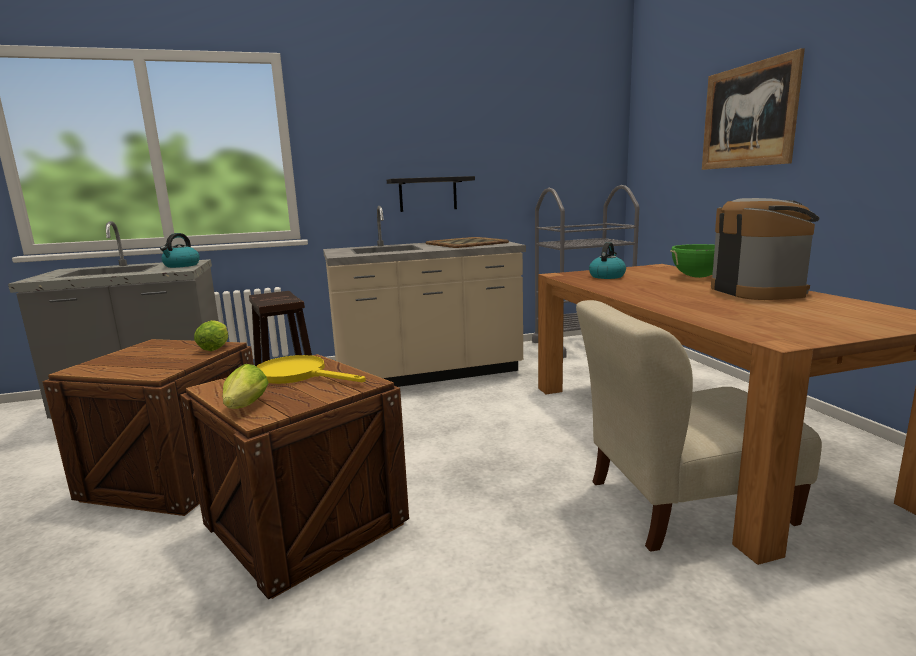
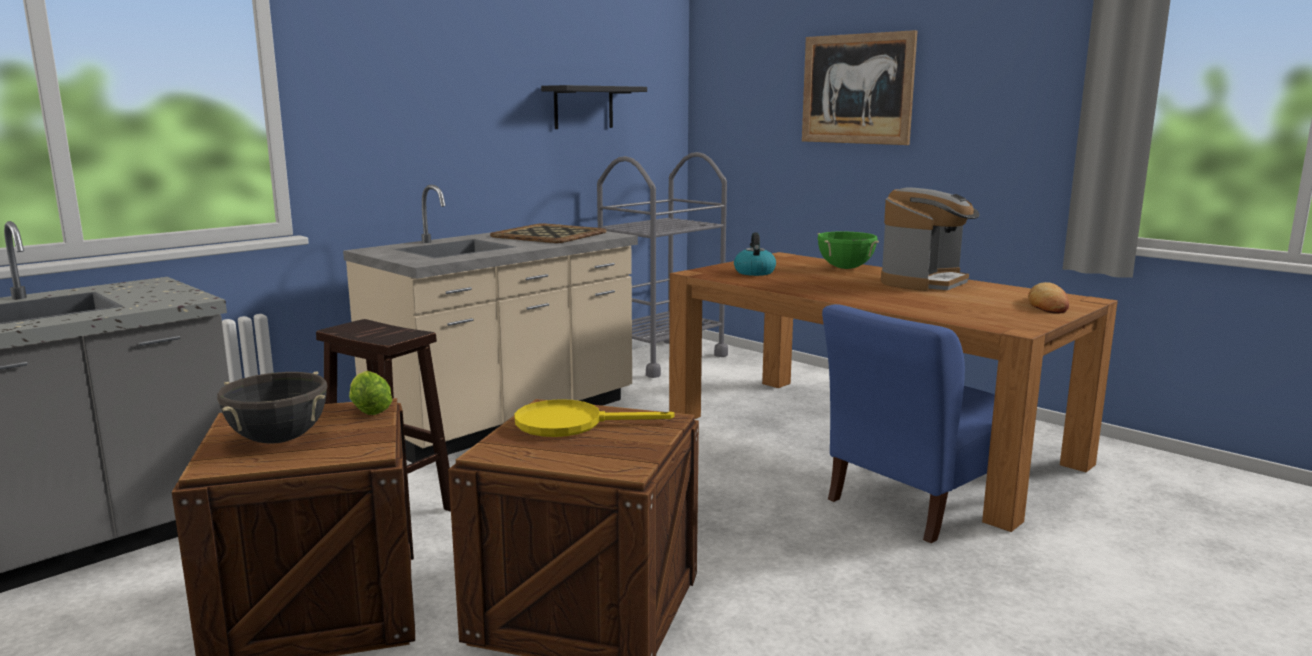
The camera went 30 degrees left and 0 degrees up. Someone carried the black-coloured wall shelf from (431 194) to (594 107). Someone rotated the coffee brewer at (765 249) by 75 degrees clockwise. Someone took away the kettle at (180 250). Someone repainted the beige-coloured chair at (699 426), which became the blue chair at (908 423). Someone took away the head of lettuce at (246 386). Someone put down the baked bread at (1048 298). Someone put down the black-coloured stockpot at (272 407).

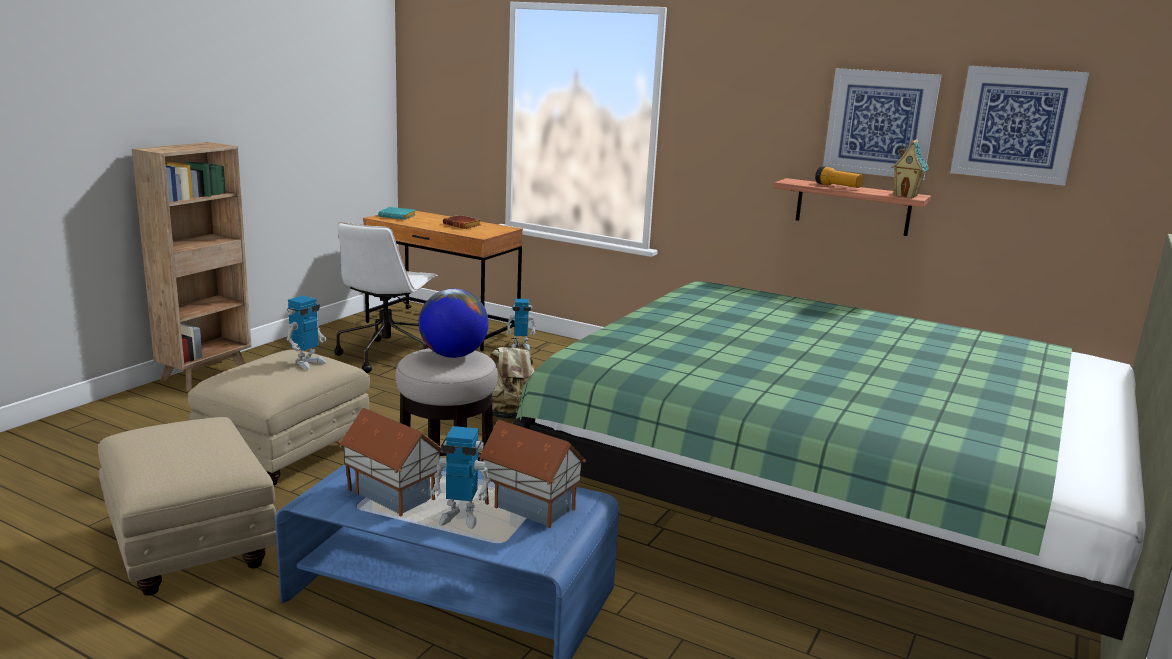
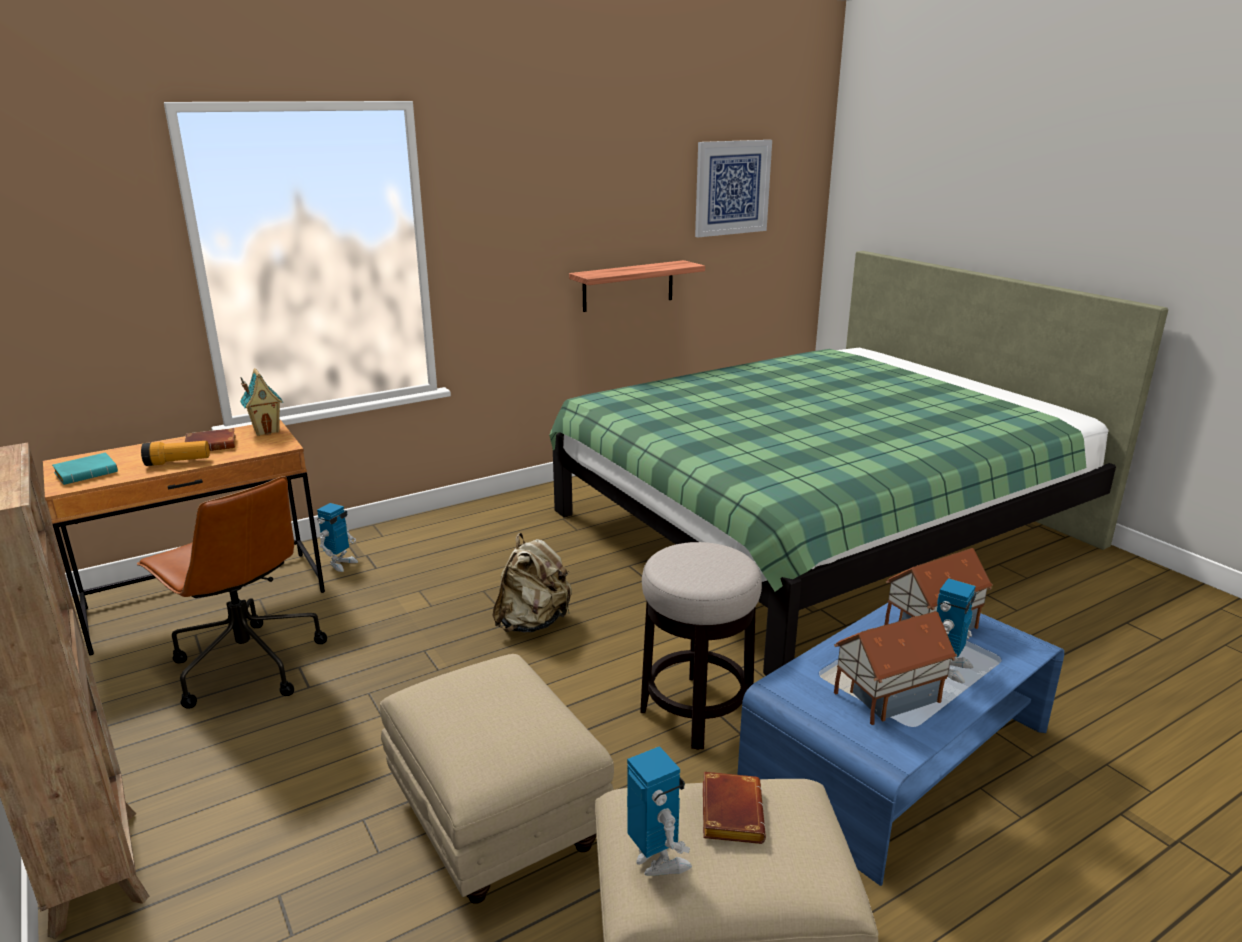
The camera went 60 degrees left and 5 degrees up. Someone took away the wall picture at (882 124). Someone carried the miniature house from (910 168) to (262 402). Someone carried the flashlight from (839 177) to (175 453). Someone repainted the white desk chair at (386 297), which became the brownish desk chair at (232 592). Someone took away the world globe at (453 323). Someone carried the robot figure from (306 333) to (659 811). Someone put down the brownish volume at (734 808).

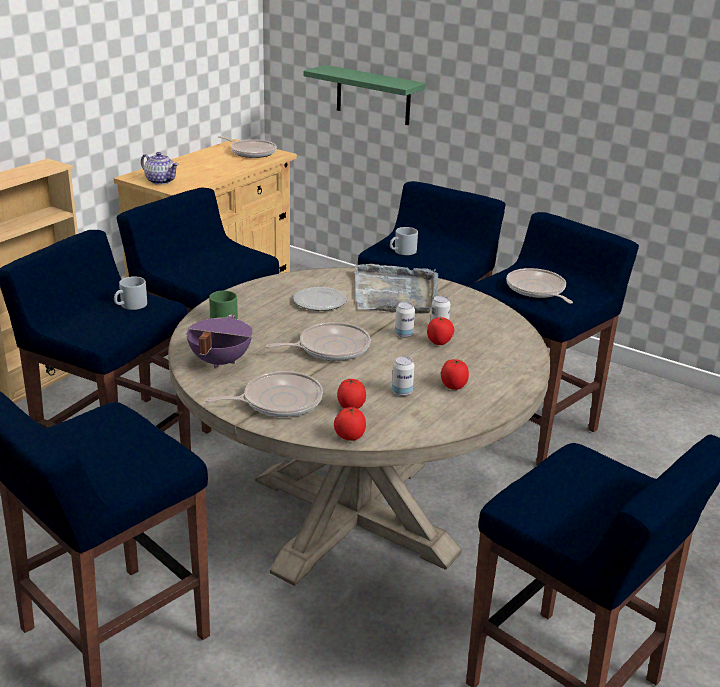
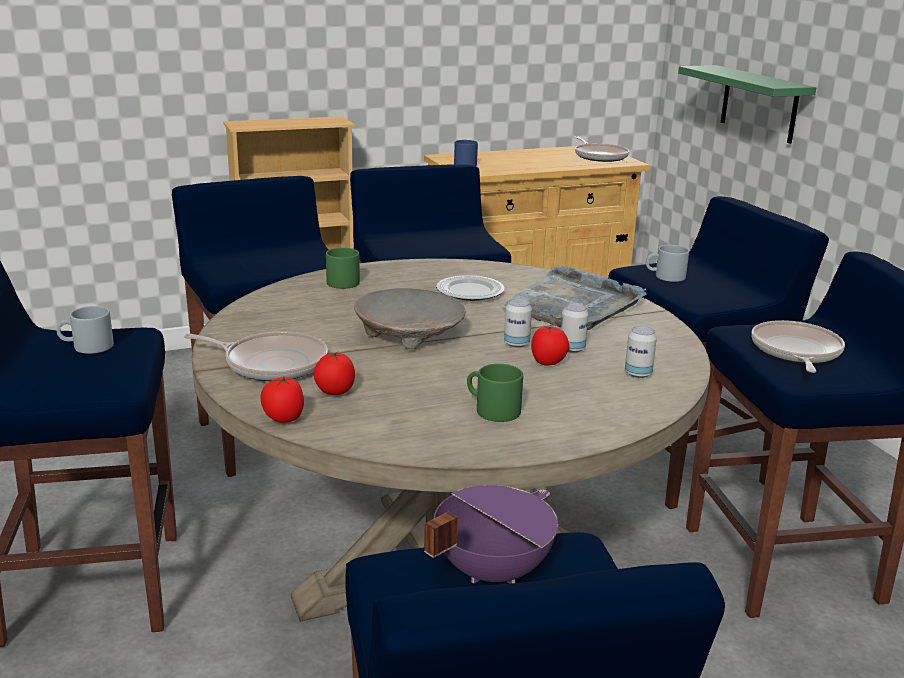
The camera went 35 degrees right and 5 degrees down. Someone swapped the teapot at (160 168) for the blue coffee mug at (466 153). Someone carried the greyish coffee mug from (130 293) to (85 330). Someone carried the purple stockpot from (220 342) to (491 534). Someone swapped the pan at (318 341) for the beige-coloured serving bowl at (410 318). Someone carried the metal can from (403 376) to (641 352). Someone swapped the fresh tomato at (455 374) for the green coffee mug at (495 393).

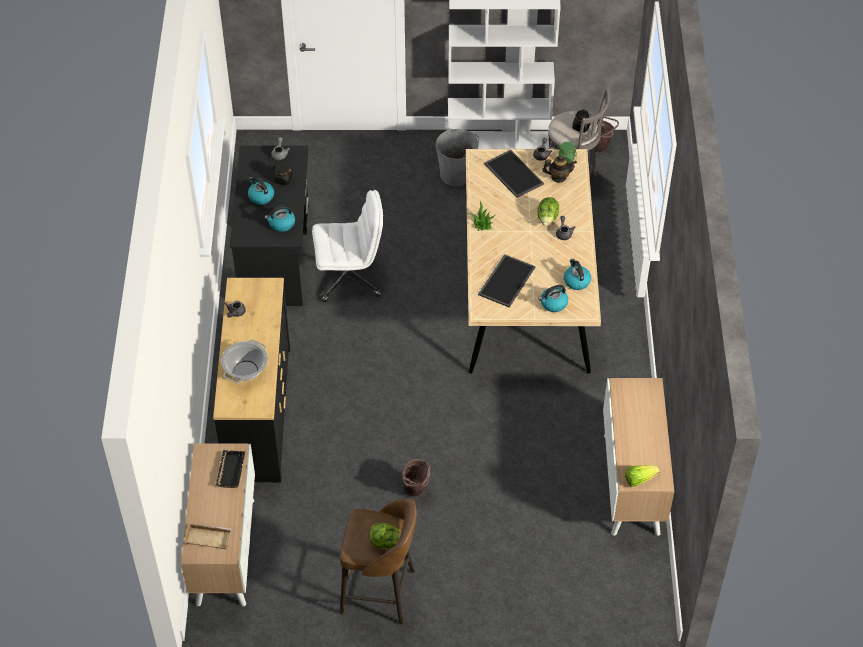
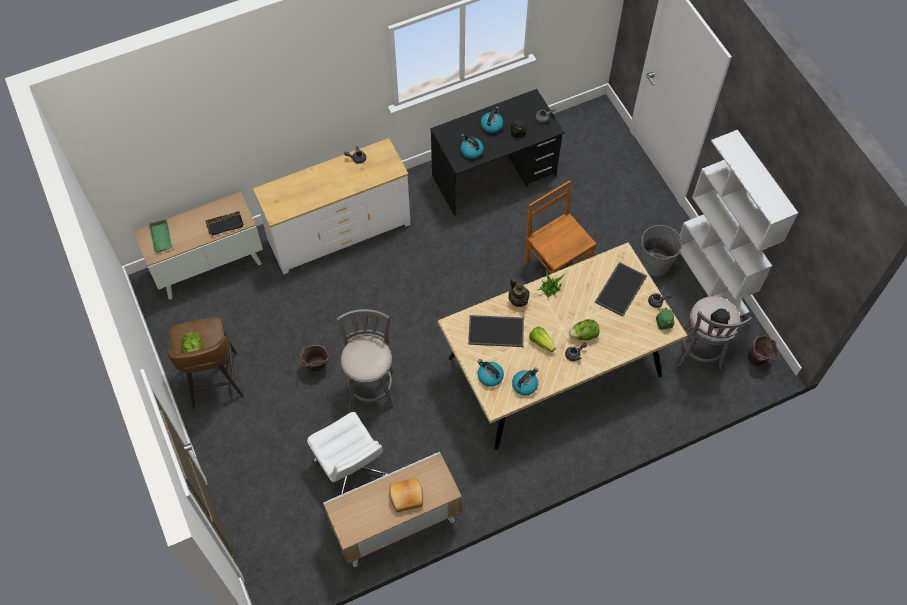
The camera went 65 degrees right and 10 degrees up. Someone carried the teapot from (559 169) to (519 292). Someone carried the white desk chair from (347 246) to (347 453). Someone repainted the black-coloured drawer chest at (251 380), which became the white drawer chest at (332 206). Someone took away the stockpot at (244 361). Someone carried the head of lettuce from (642 476) to (542 339). Someone repainted the beige-coloured tray at (208 536), which became the green tray at (160 236). Someone put down the brownish chair at (560 227). Someone put down the greyish stool at (365 359). Someone put down the baked bread at (406 495).

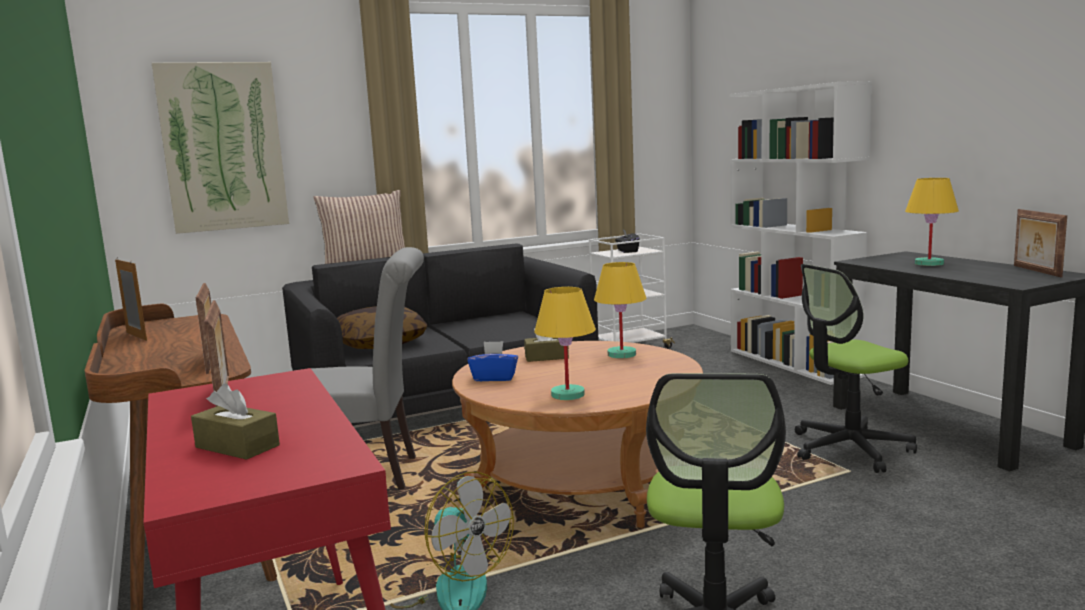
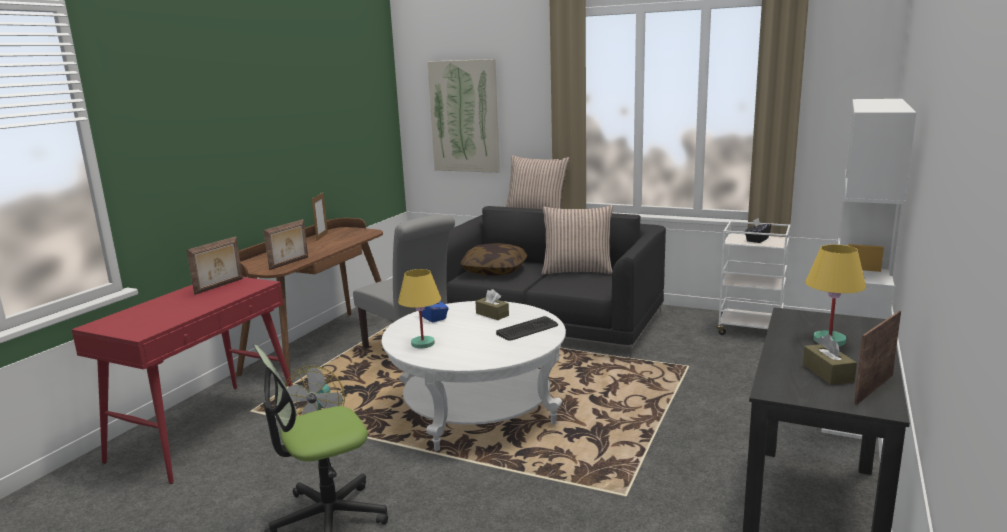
The camera went 50 degrees right and 5 degrees up. Someone swapped the yellowish lamp for a table at (620 310) for the PC keyboard at (527 328). Someone took away the desk chair at (856 368). Someone repainted the brownish lounge table at (577 434), which became the white lounge table at (474 376). Someone carried the brownish tissue box from (235 421) to (830 359). Someone put down the throw pillow at (577 240).

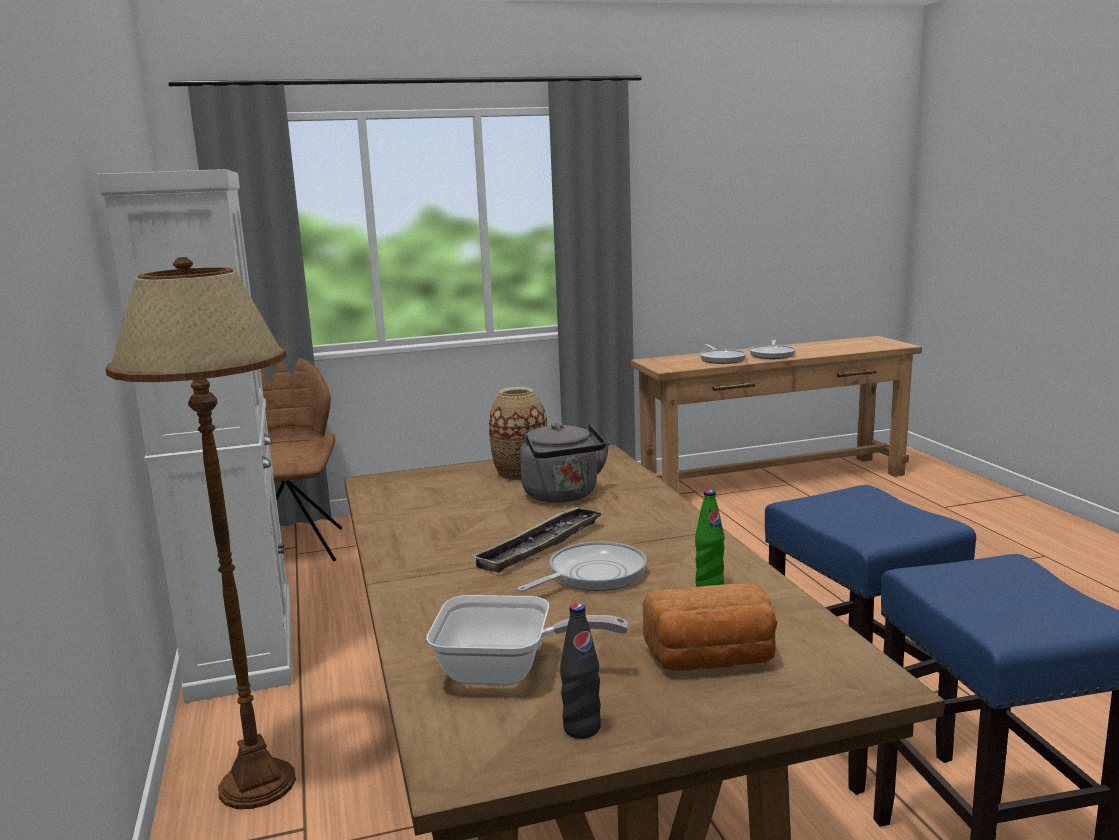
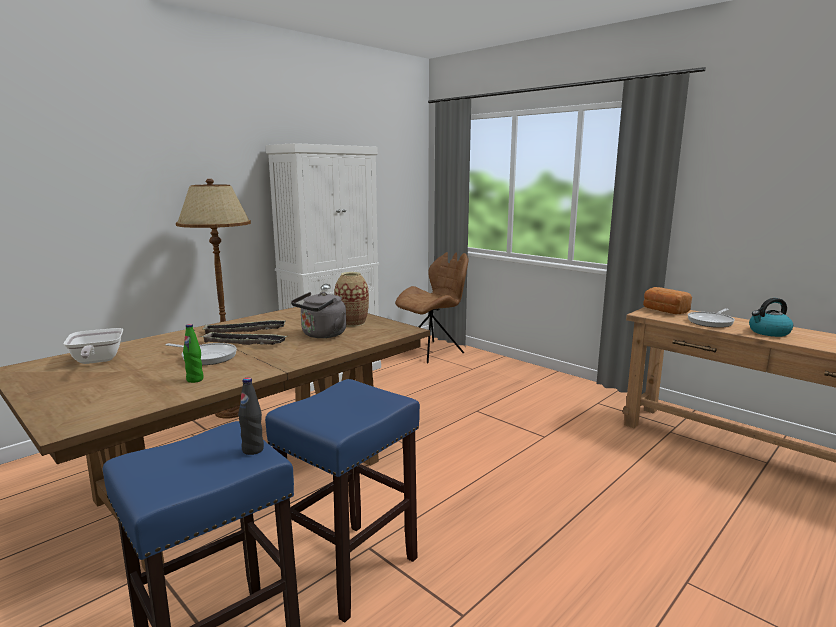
The camera went 60 degrees right and 0 degrees up. Someone swapped the pan at (772 349) for the kettle at (771 317). Someone carried the baked bread from (710 626) to (667 300). Someone carried the black-coloured drink bottle from (580 671) to (251 416). Someone put down the tray at (244 327).

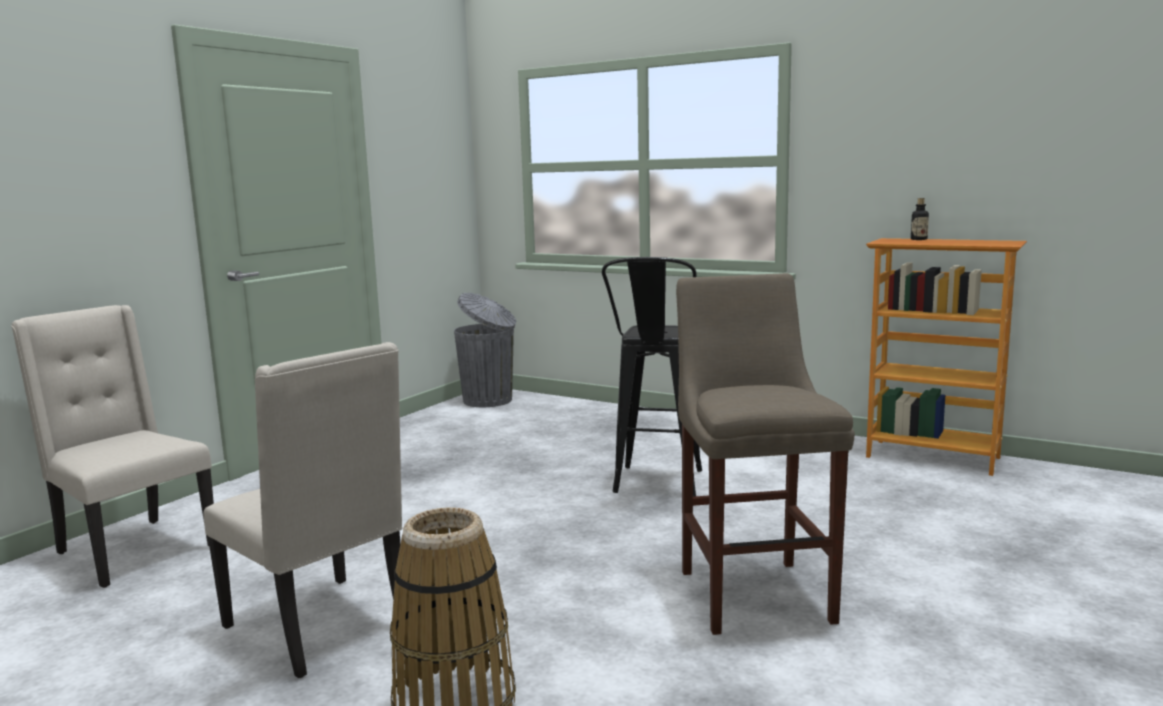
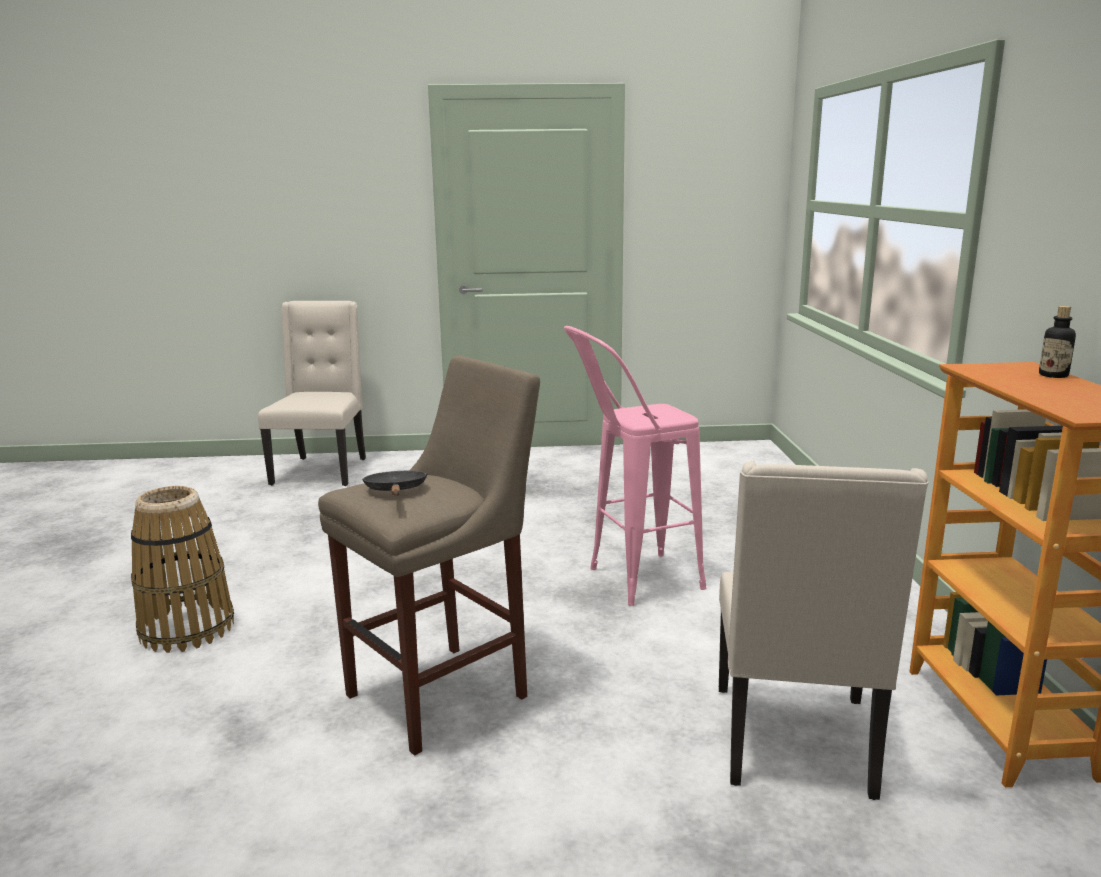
The camera went 55 degrees right and 5 degrees up. Someone repainted the black-coloured stool at (652 377), which became the pinkish stool at (635 466). Someone took away the greyish trash can at (485 350). Someone carried the beige-coloured chair from (302 510) to (824 631). Someone put down the black-coloured pan at (395 483).

